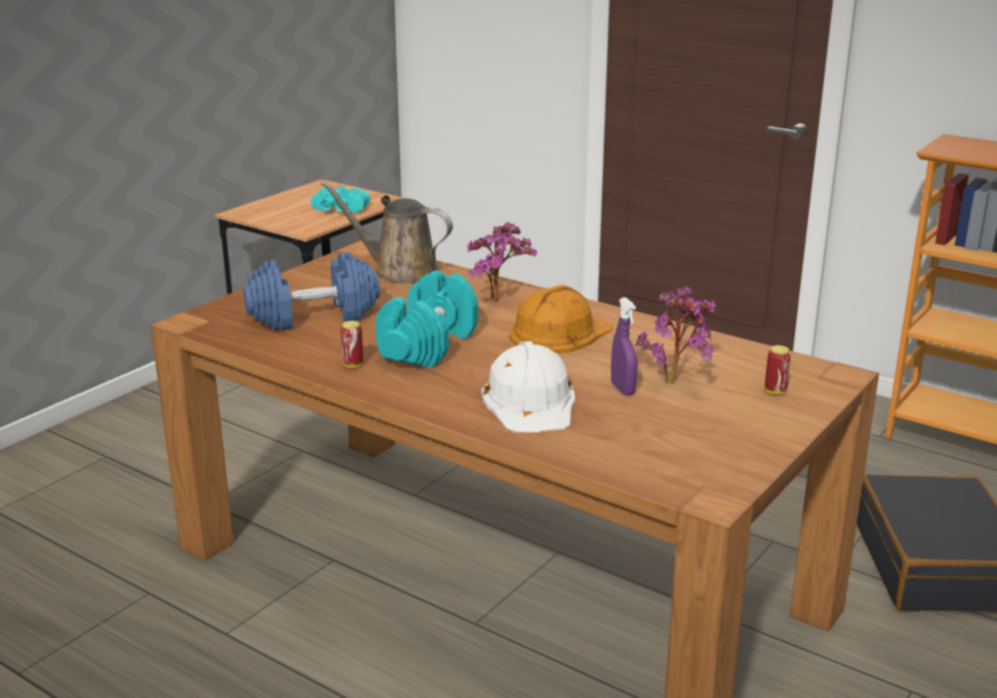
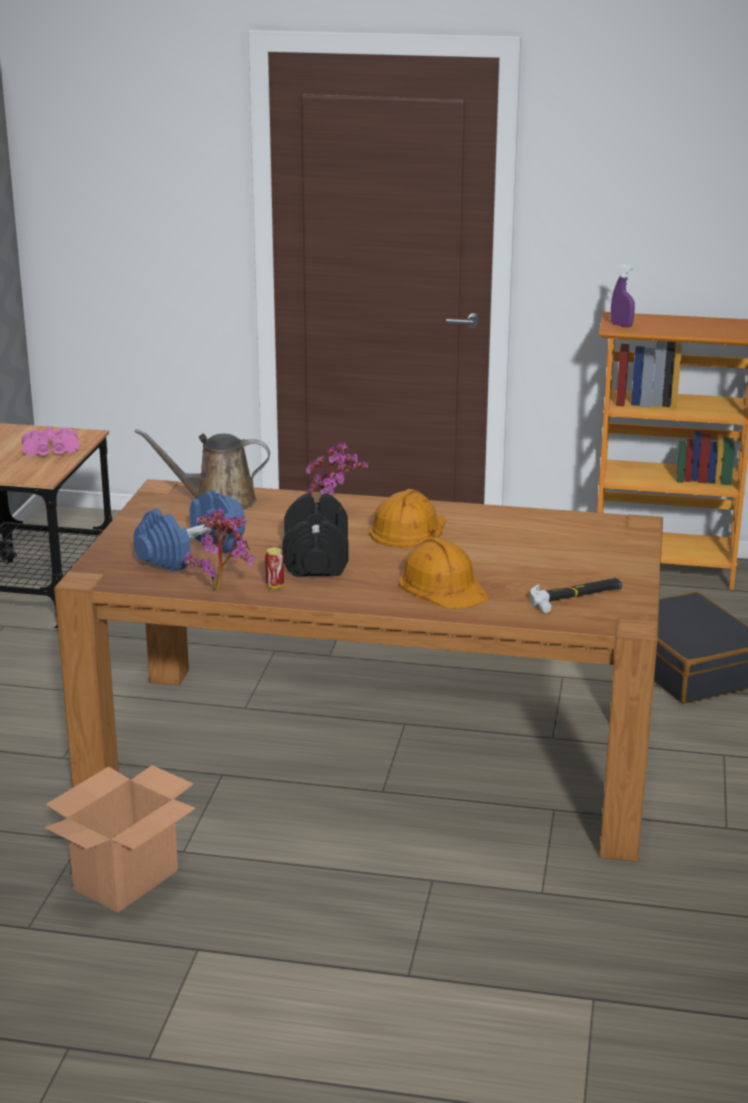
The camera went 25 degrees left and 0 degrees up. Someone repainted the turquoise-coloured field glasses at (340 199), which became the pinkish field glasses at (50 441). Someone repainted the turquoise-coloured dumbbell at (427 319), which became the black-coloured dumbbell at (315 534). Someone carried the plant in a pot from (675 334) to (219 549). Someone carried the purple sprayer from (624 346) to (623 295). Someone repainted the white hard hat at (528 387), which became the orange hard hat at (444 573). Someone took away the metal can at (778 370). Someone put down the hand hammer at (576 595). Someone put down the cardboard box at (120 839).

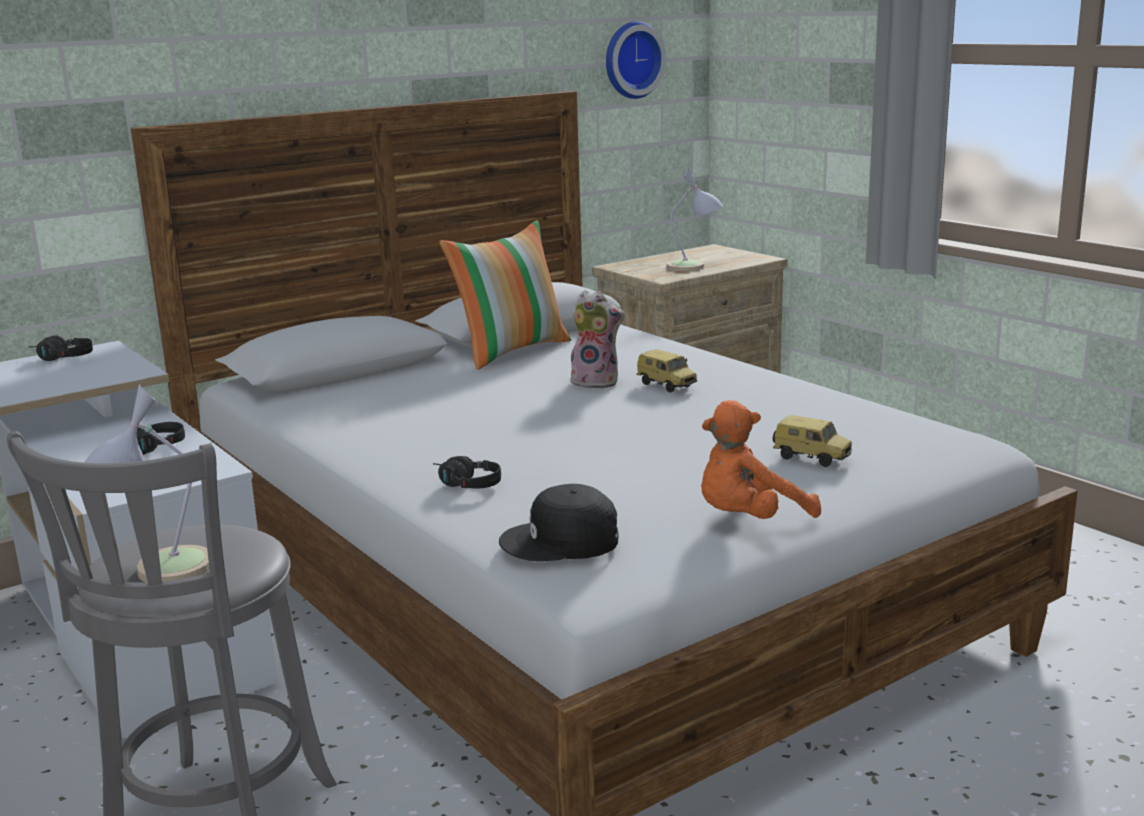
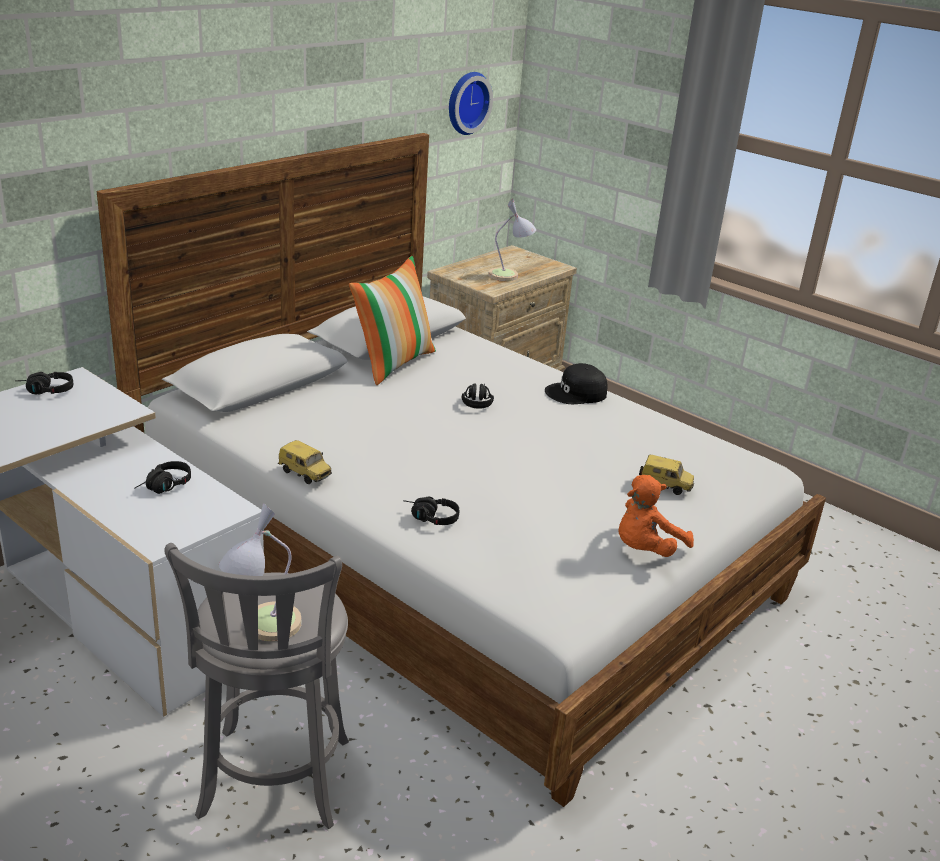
The camera went 15 degrees left and 10 degrees up. Someone swapped the soft toy at (597 339) for the black-coloured headphones at (478 396). Someone carried the model car from (666 371) to (305 462). Someone carried the black-coloured cap from (558 522) to (576 383).

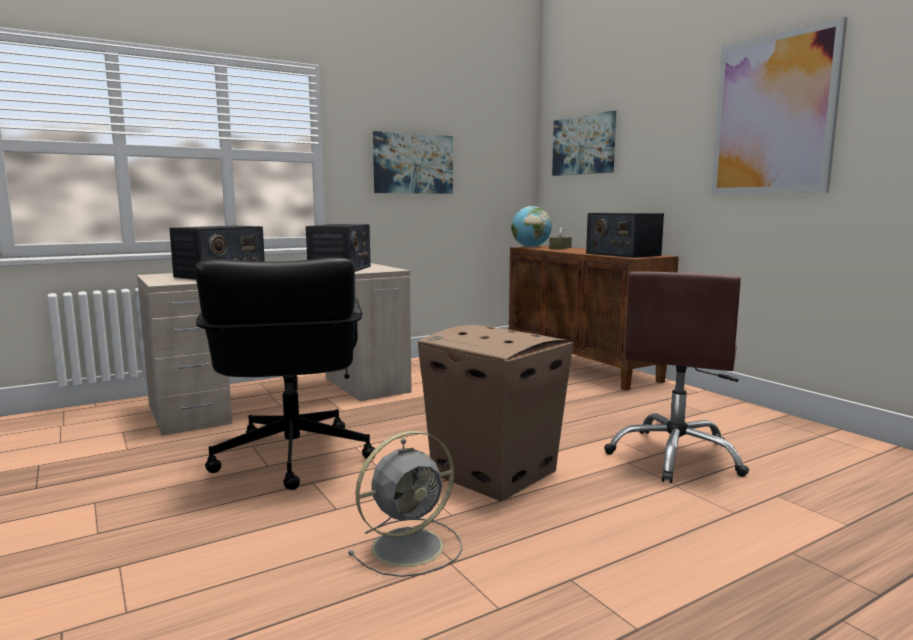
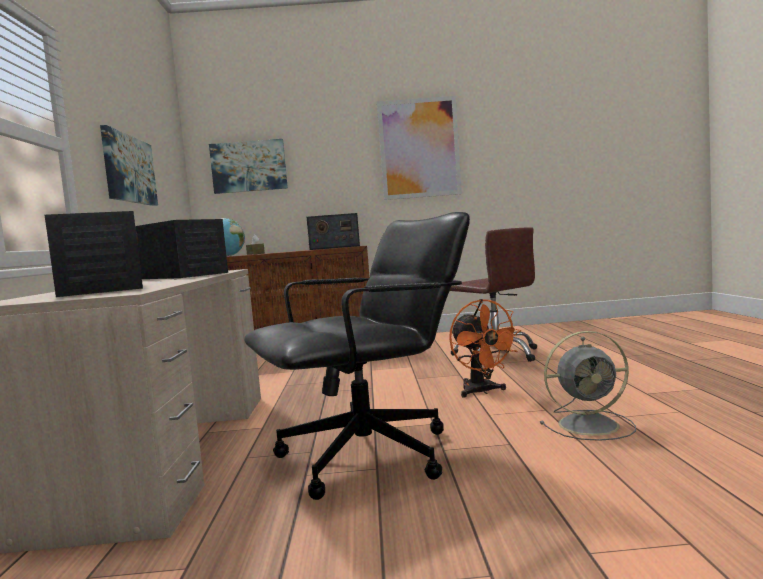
The camera went 60 degrees left and 5 degrees down. Someone rotated the black-coloured desk chair at (285 373) by 45 degrees counterclockwise. Someone swapped the cardboard box at (496 413) for the orange cooling fan at (485 348). Someone rotated the greyish cooling fan at (405 504) by 90 degrees clockwise.

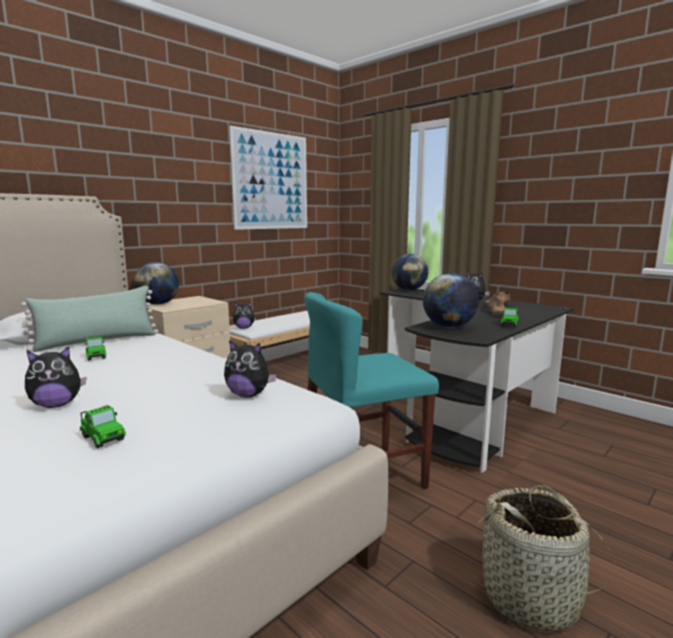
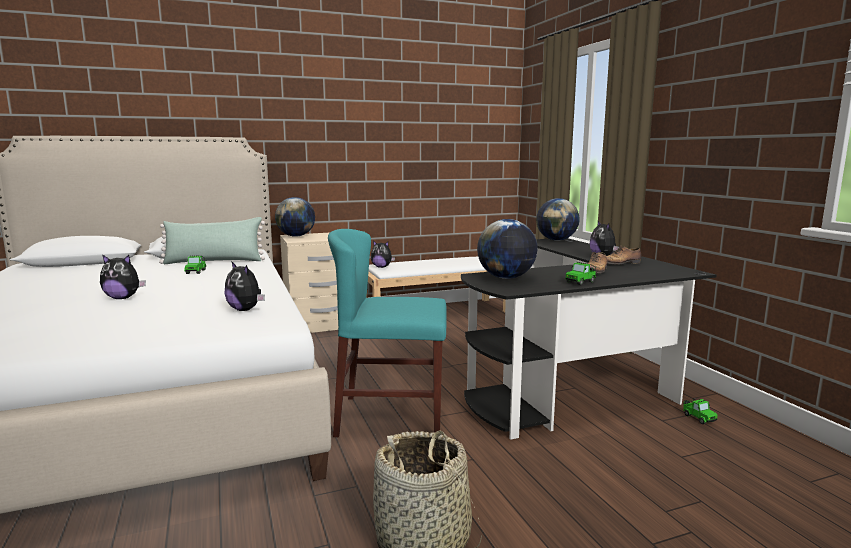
The camera went 25 degrees right and 0 degrees up. Someone took away the wall picture at (268 177). Someone carried the model car from (103 426) to (700 411).

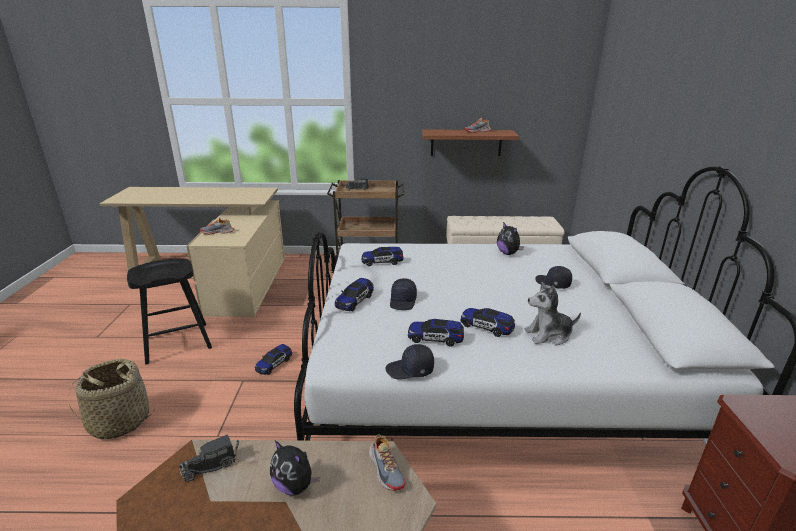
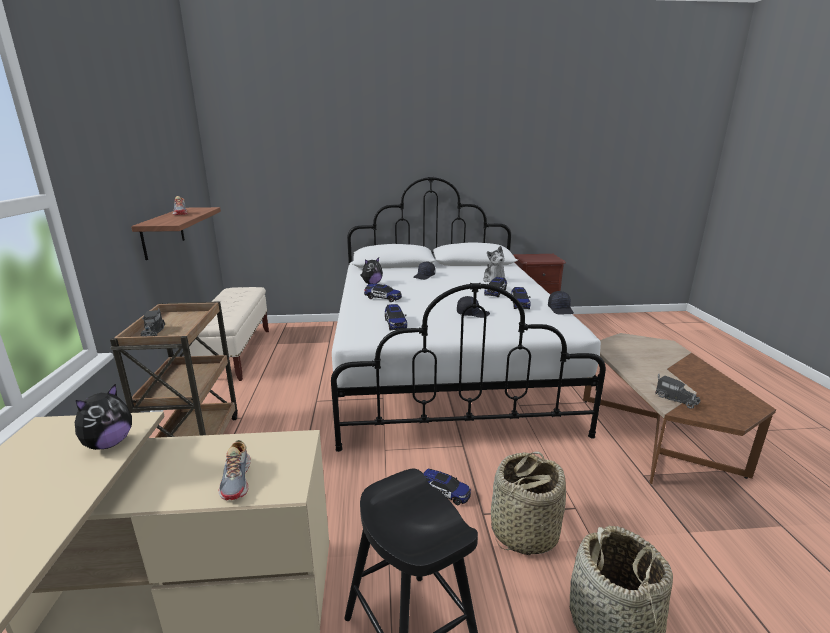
The camera went 95 degrees left and 5 degrees down. Someone carried the model car from (354 294) to (383 292). Someone took away the low shoe at (387 463). Someone carried the soft toy from (294 468) to (103 417). Someone put down the household basket at (528 503).

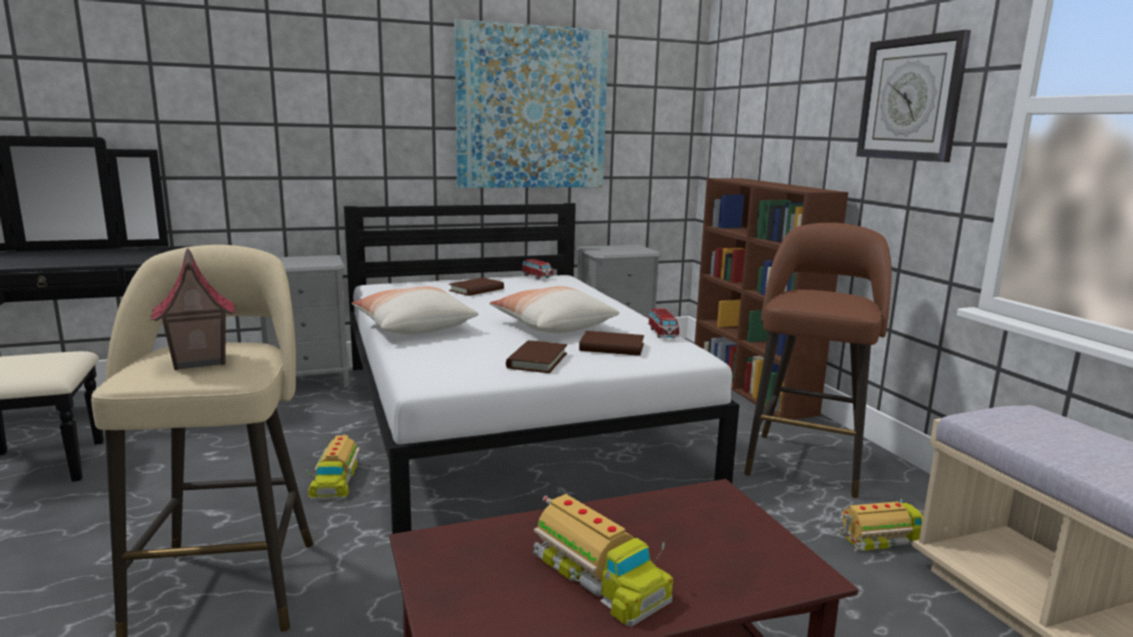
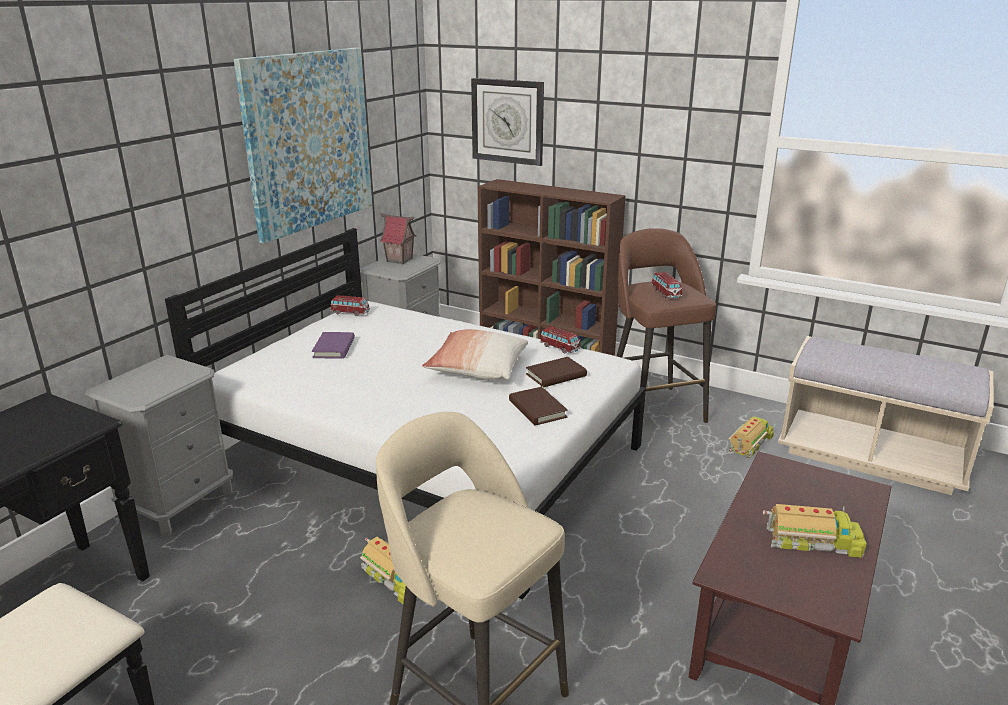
The camera went 40 degrees left and 10 degrees up. Someone carried the wall clock from (913 96) to (507 122). Someone carried the miniature house from (193 309) to (398 238). Someone repainted the brownish volume at (476 286), which became the purple volume at (333 345). Someone took away the throw pillow at (415 310). Someone put down the model car at (666 285).

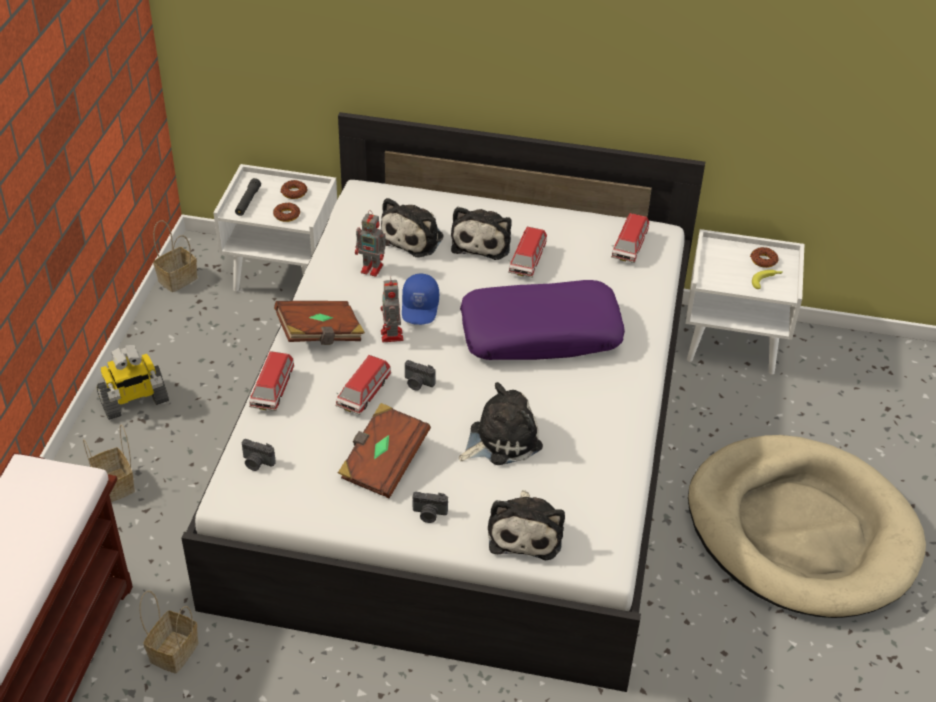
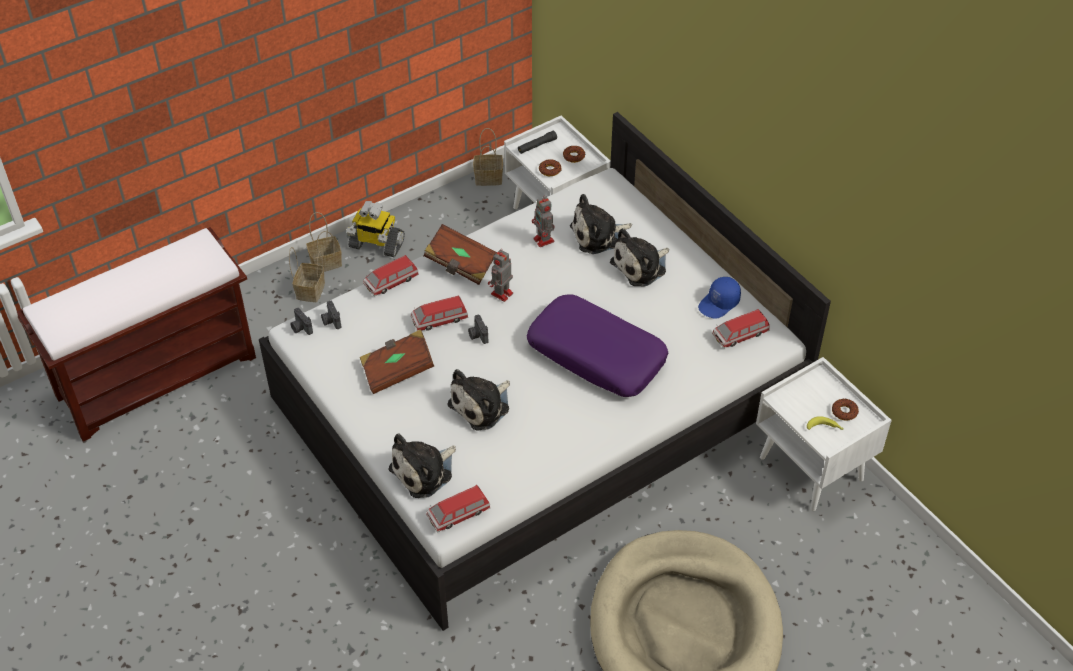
The camera went 45 degrees right and 5 degrees up. Someone carried the model car from (527 252) to (458 508). Someone carried the blue cap from (420 299) to (719 298). Someone rotated the soft toy at (501 423) by 120 degrees clockwise. Someone carried the photo camera from (430 507) to (301 321). Someone carried the household basket from (168 632) to (324 242).

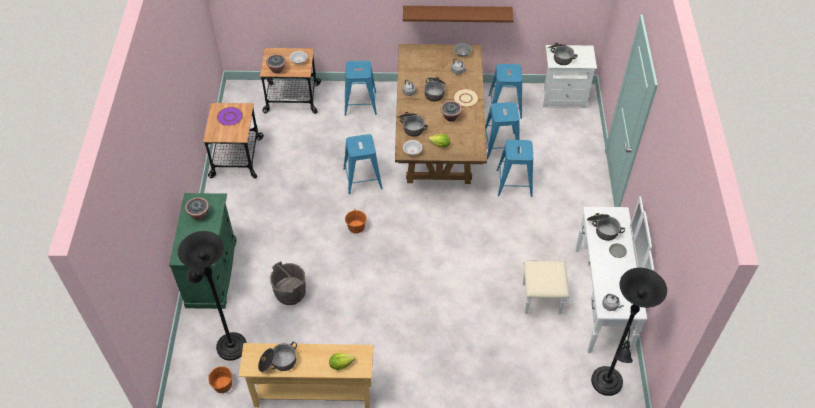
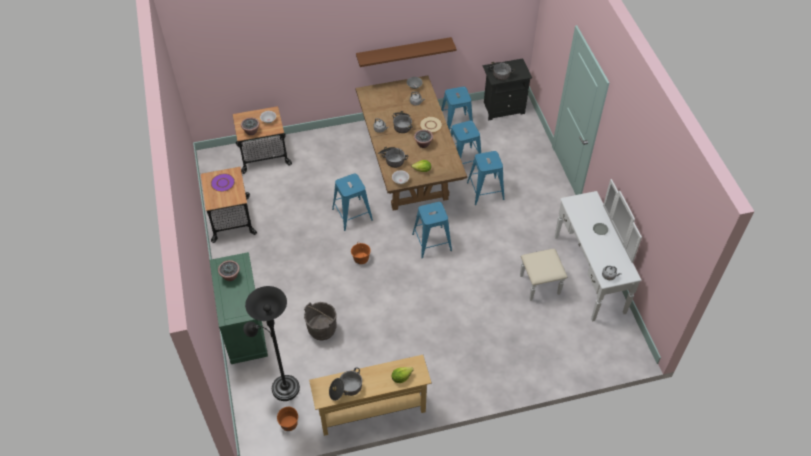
The camera went 15 degrees left and 0 degrees up. Someone repainted the white nightstand at (570 76), which became the black-coloured nightstand at (507 89). Someone carried the blue stool from (361 88) to (432 230). Someone took away the stockpot at (606 227). Someone took away the black-coloured standing lamp at (629 332).

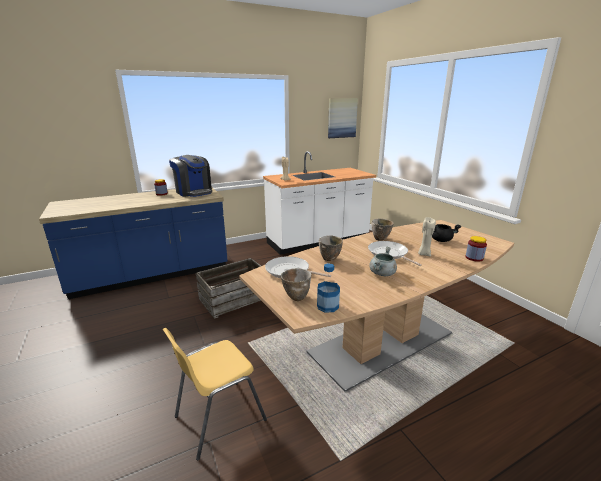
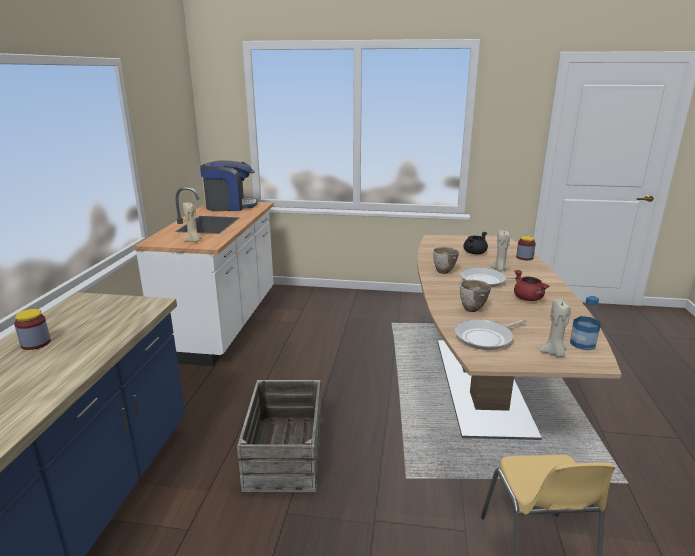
The camera went 55 degrees left and 0 degrees up. Someone took away the wall picture at (343 118). Someone carried the coffee brewer from (190 176) to (229 186). Someone repainted the greyish stockpot at (383 261), which became the reddish stockpot at (531 285). Someone swapped the serving bowl at (296 284) for the beige-coloured wax light at (555 328).

